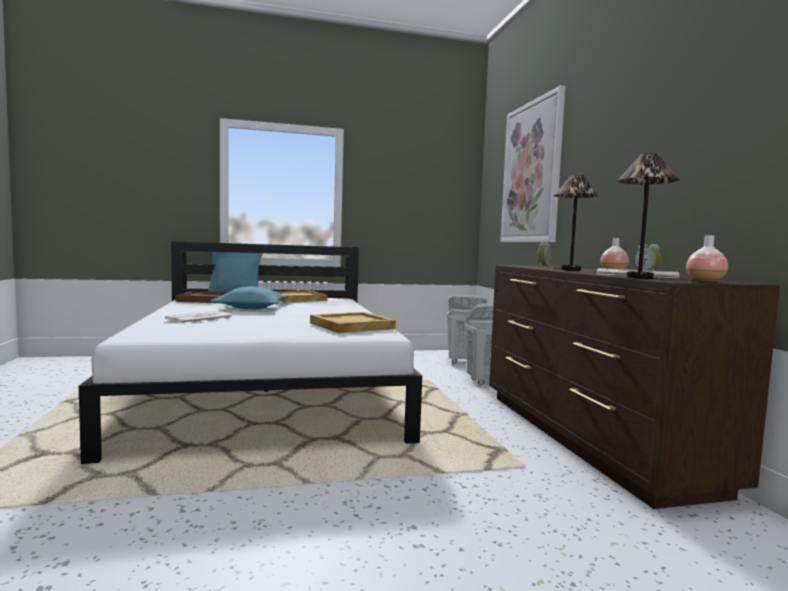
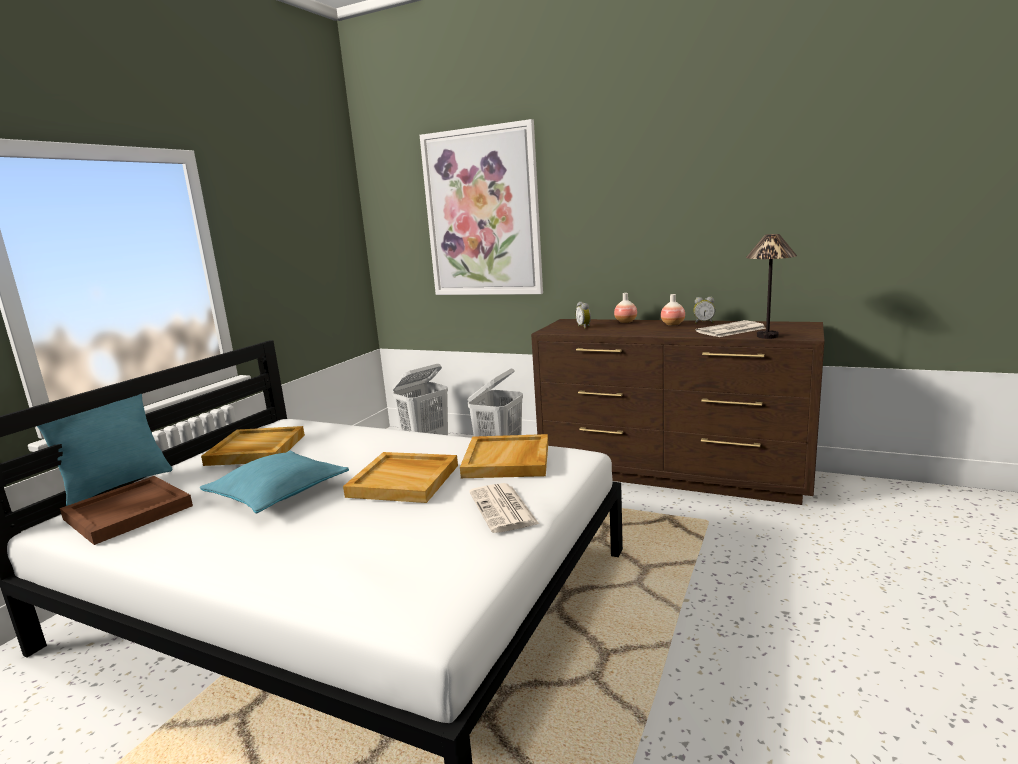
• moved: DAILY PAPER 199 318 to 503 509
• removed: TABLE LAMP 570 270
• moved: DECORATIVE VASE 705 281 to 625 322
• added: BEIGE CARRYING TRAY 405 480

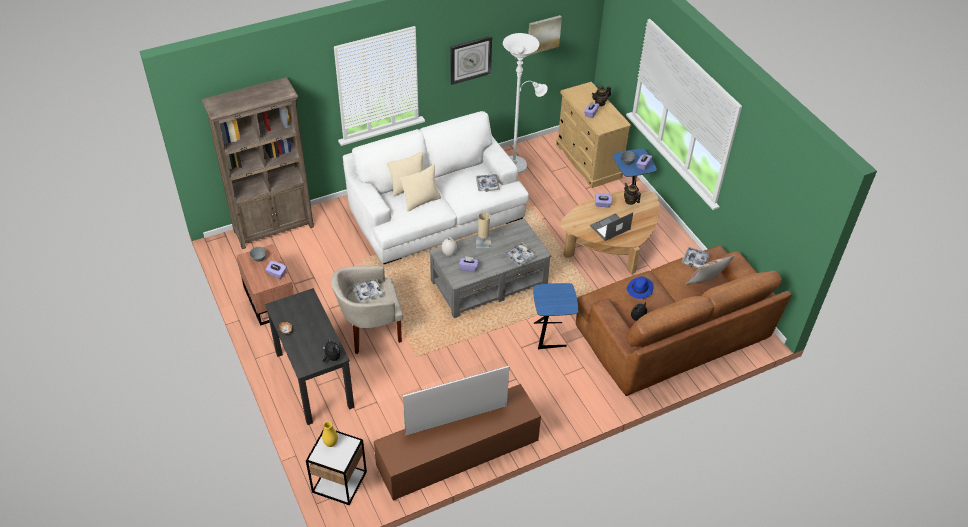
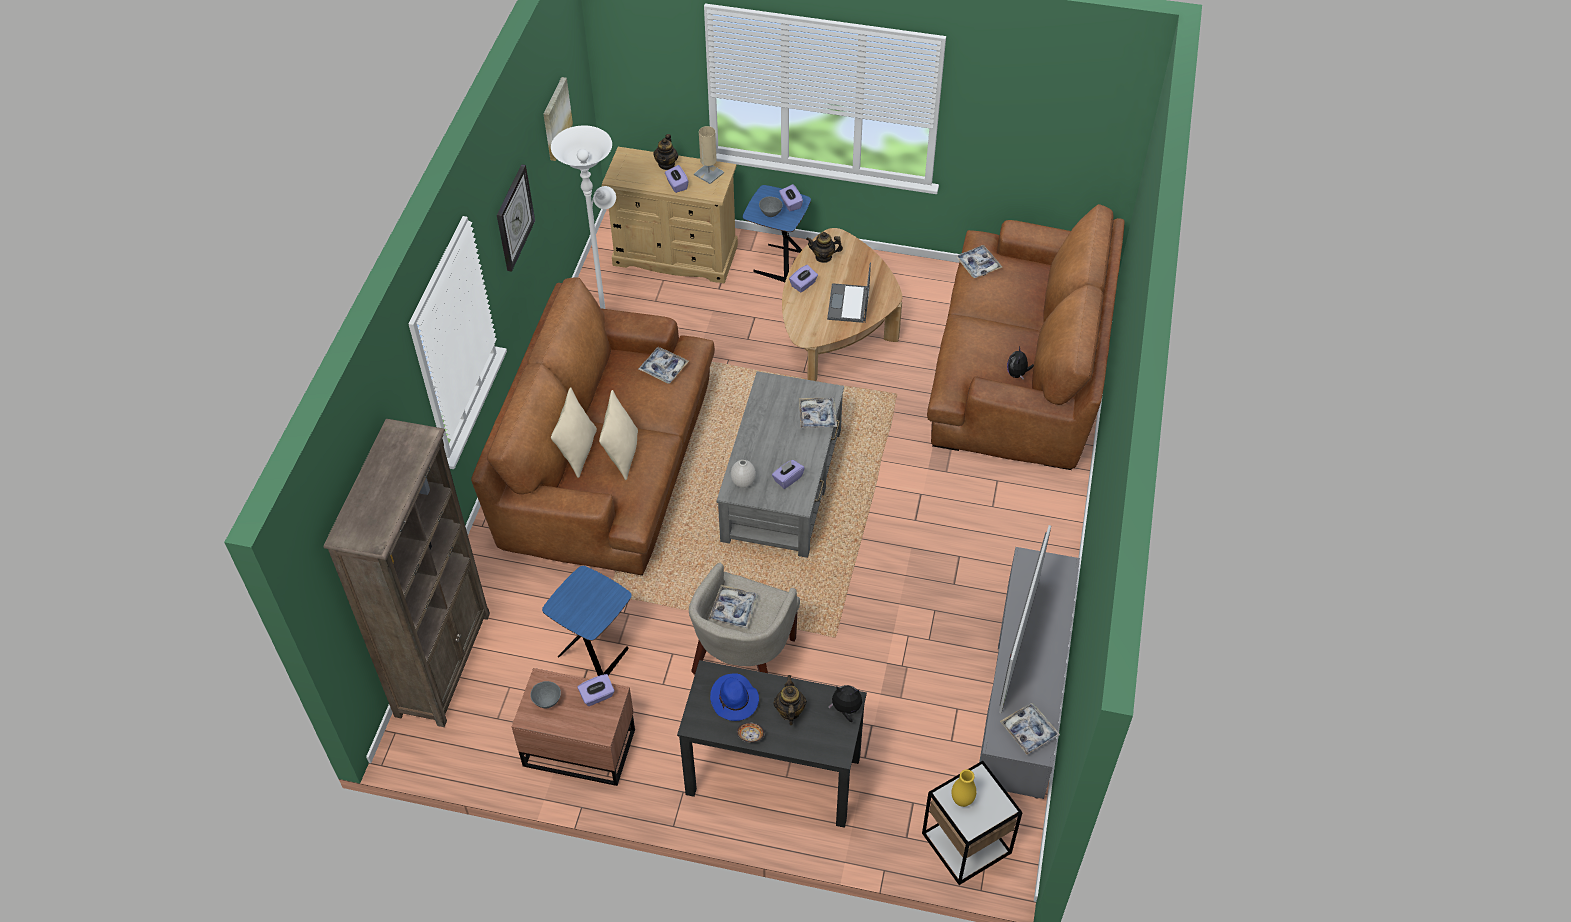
• recoloured: WHITISH COUCH 436 213 to BROWNISH COUCH 606 461
• recoloured: BROWNISH TV UNIT 457 455 to GREYISH TV UNIT 1025 689
• moved: BEIGE TABLE LAMP 483 243 to 709 173
• moved: BLUISH ACCENT TABLE 551 335 to 595 651
• moved: BLUISH HAT 640 289 to 734 700
• removed: THROW PILLOW 706 282
• added: TEAPOT 789 711
• added: CARRYING TRAY 1029 731

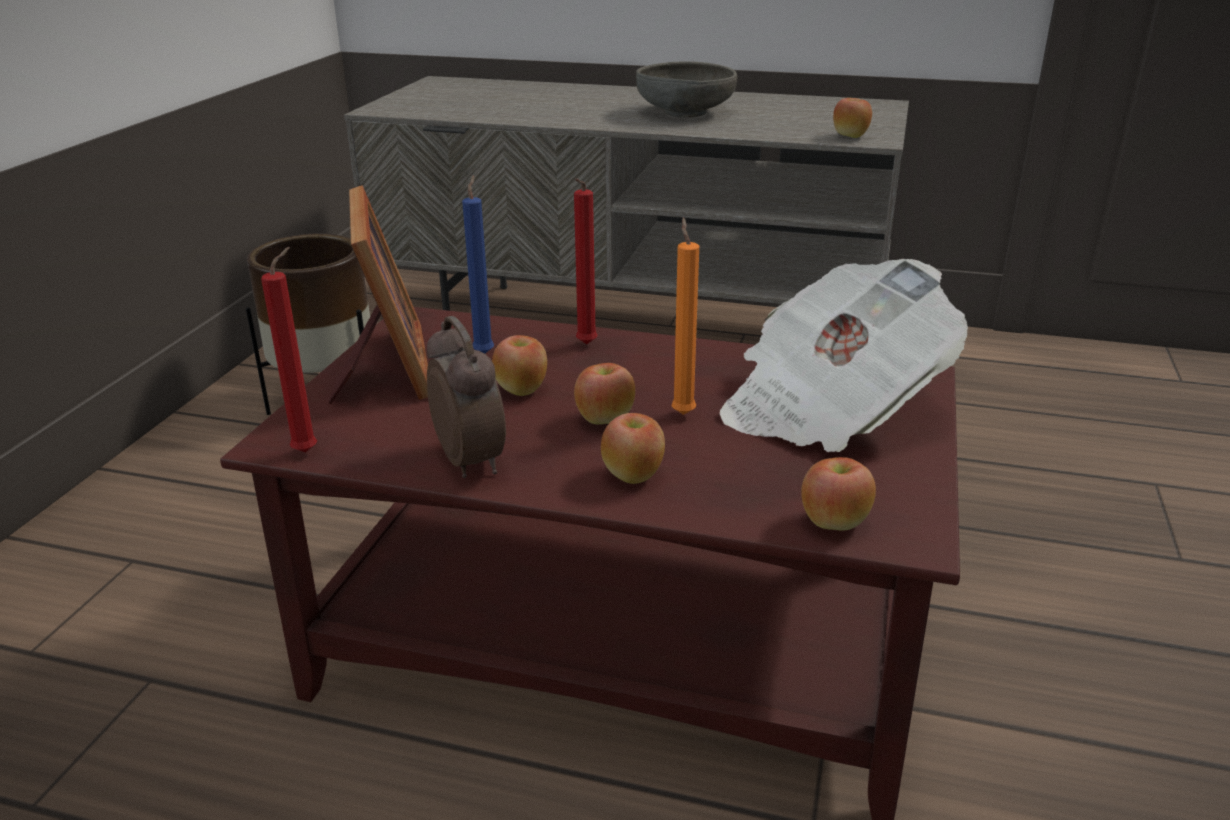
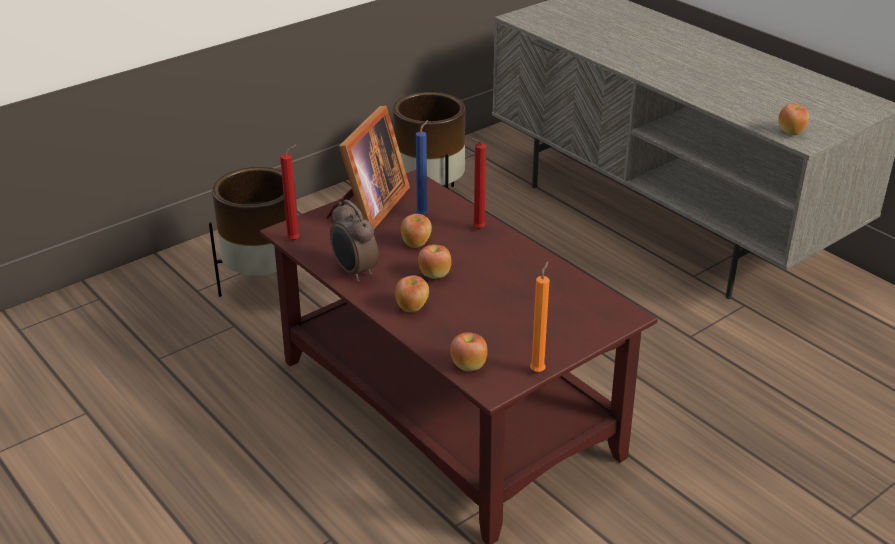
• turned: ALARM CLOCK 471 461 = 354 272 135 degrees clockwise
• removed: GREYISH BOWL 684 113
• moved: ORANGE CANDLE 682 412 to 538 370
• removed: DAILY PAPER 829 407
• added: BROWNISH FLOWER POT 264 289

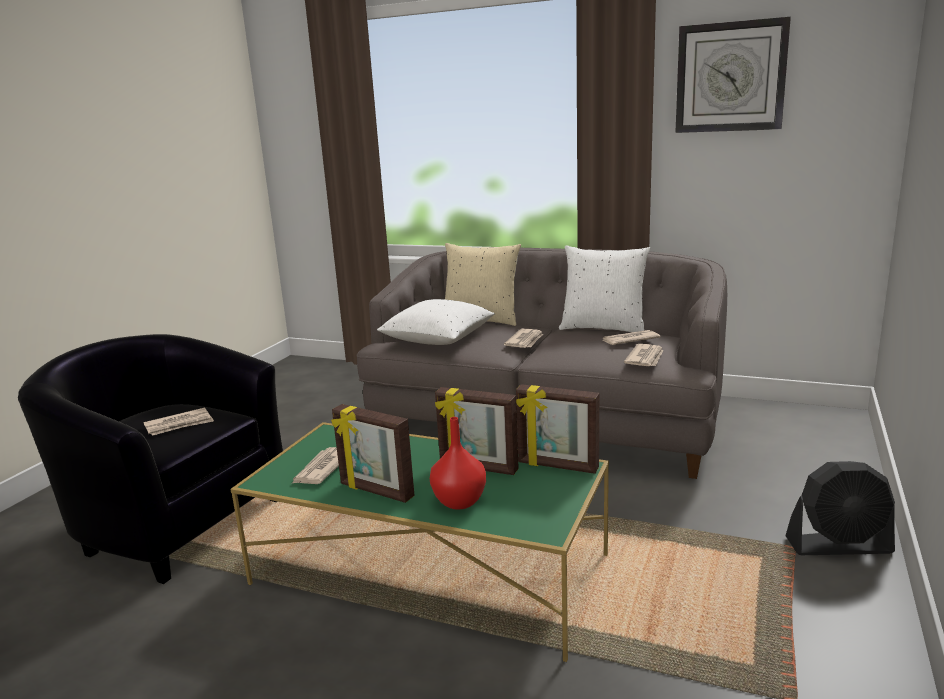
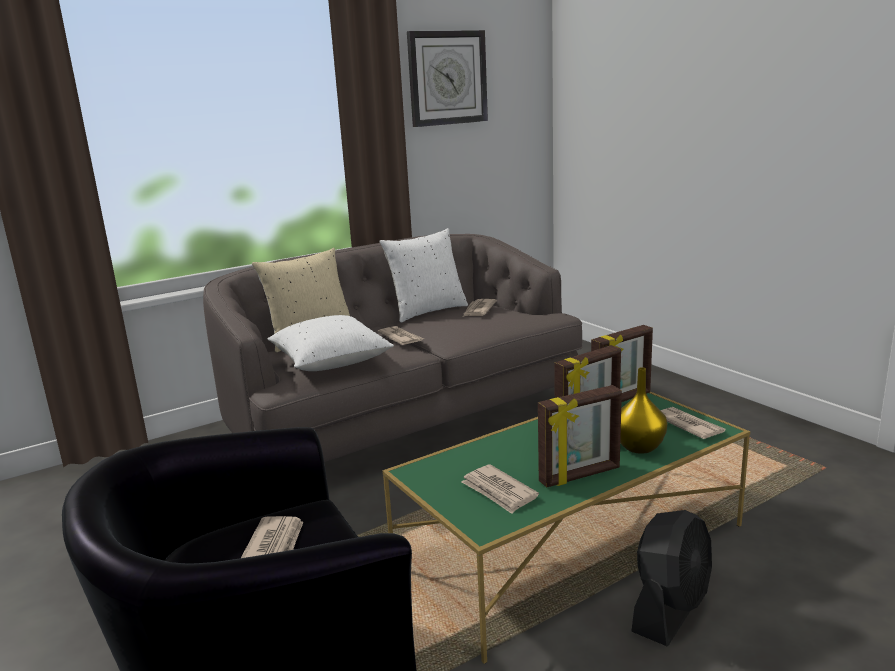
• recoloured: REDDISH DECORATIVE VASE 460 501 to YELLOW DECORATIVE VASE 638 446
• moved: DAILY PAPER 645 358 to 688 425
• moved: BLACKISH ELECTRIC FAN 839 545 to 670 609

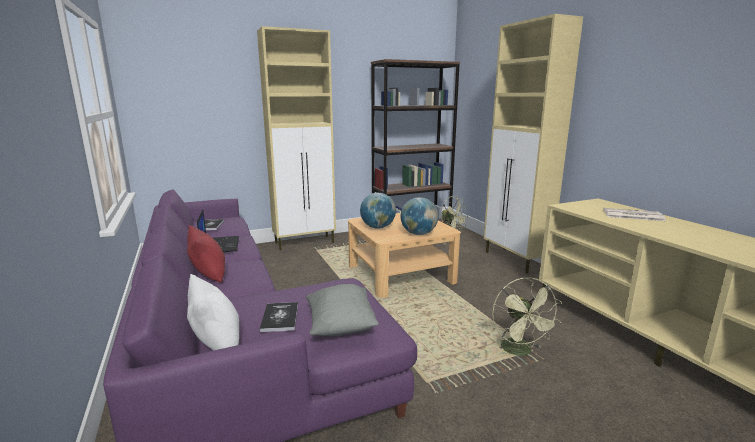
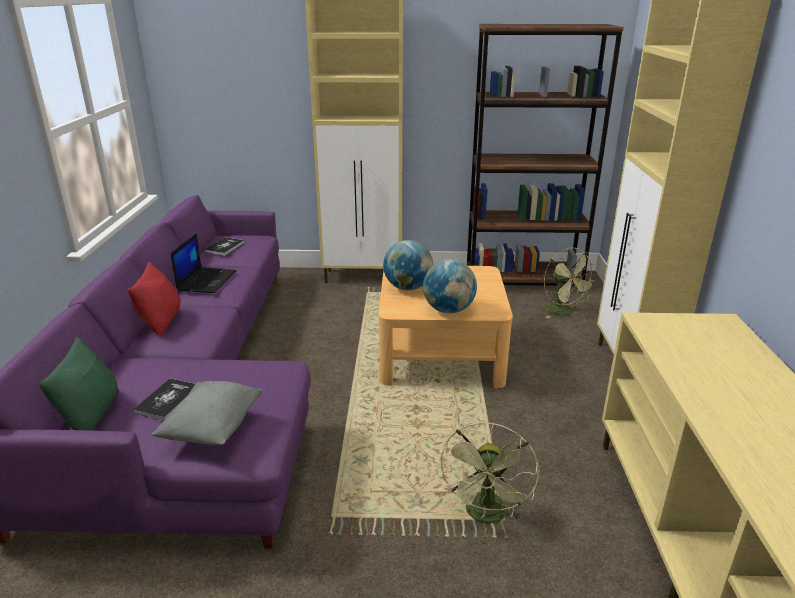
• recoloured: WHITISH THROW PILLOW 217 343 to GREEN-COLOURED THROW PILLOW 91 414
• removed: DAILY PAPER 632 215

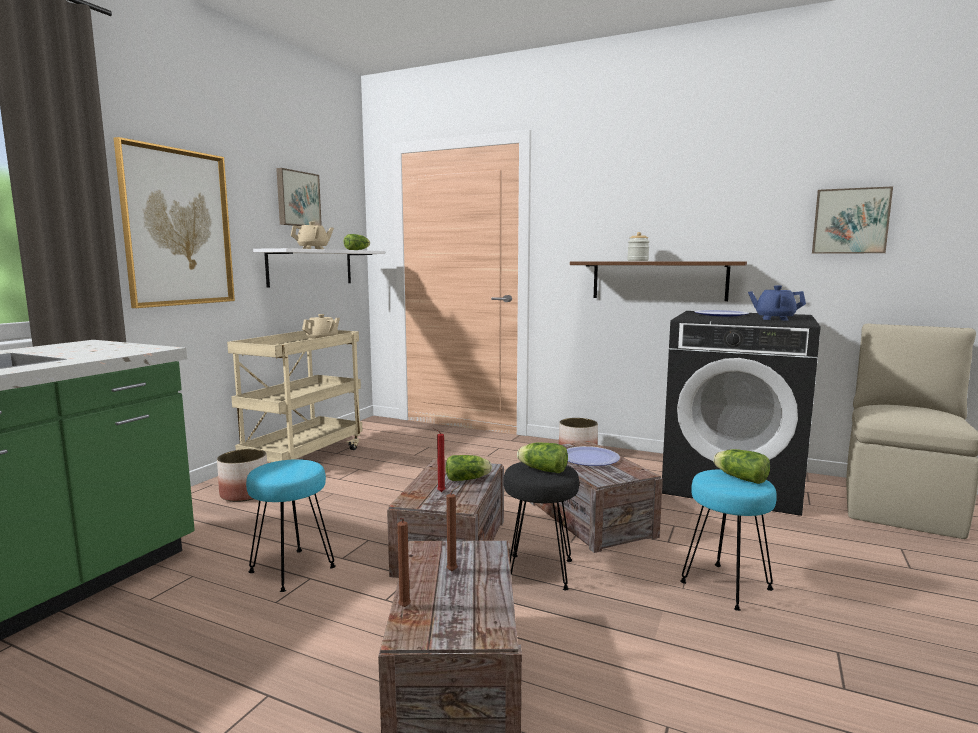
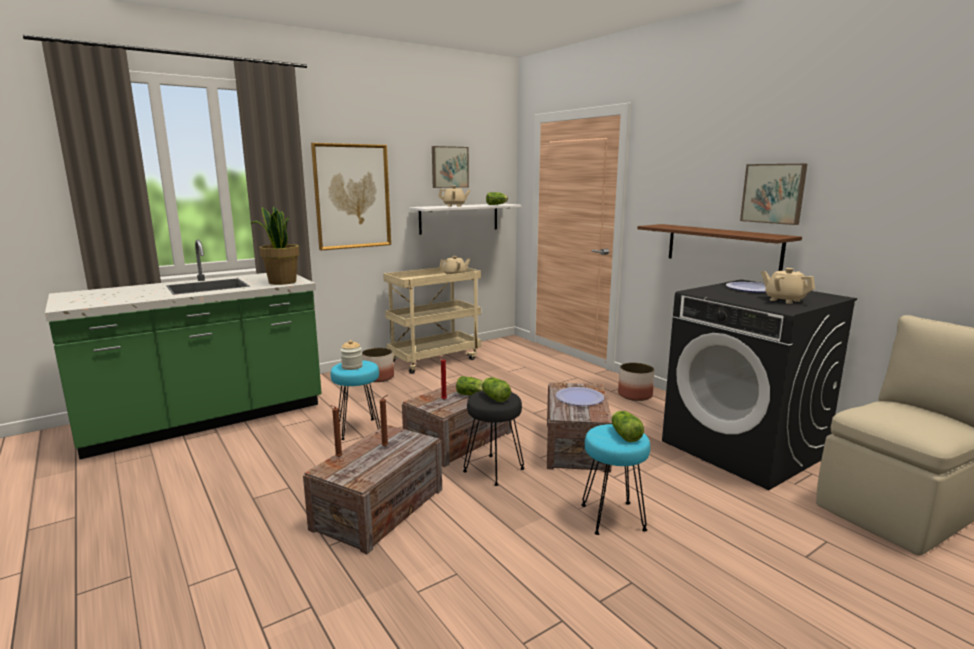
• moved: JAR 637 261 to 352 367
• recoloured: BLUISH TEAPOT 774 319 to BEIGE TEAPOT 784 300
• moved: WALL PICTURE 850 221 to 774 193
• added: PLANT IN A POT 281 282

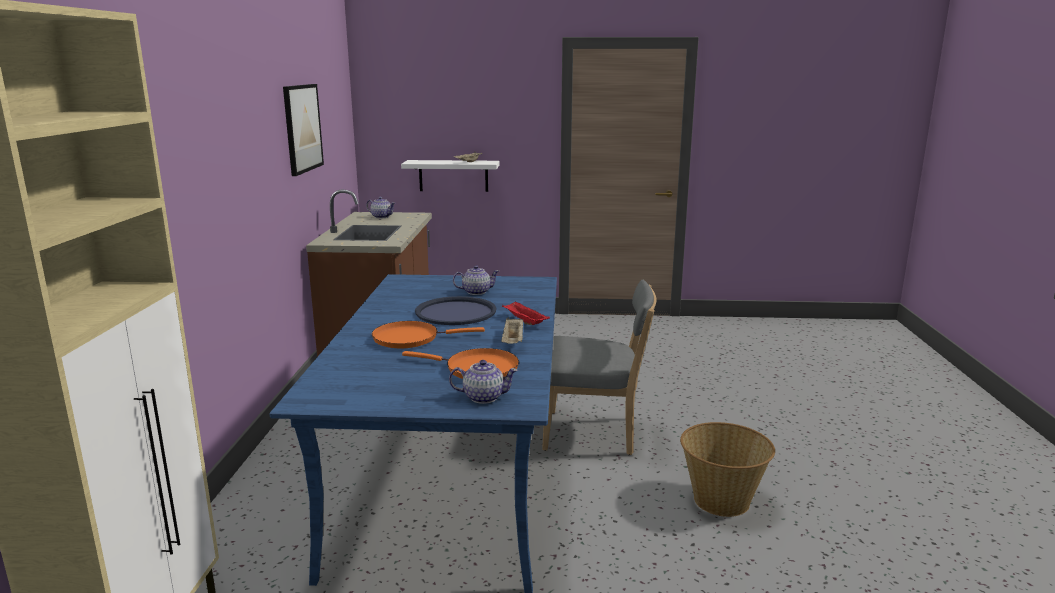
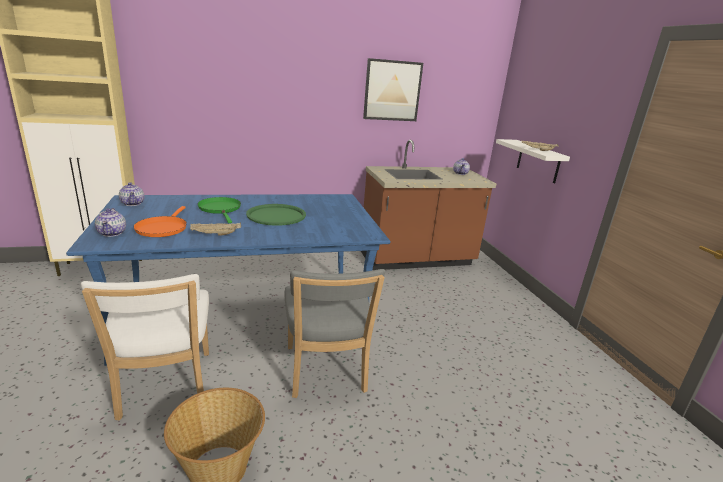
• recoloured: ORANGE FRYING PAN 410 338 to GREEN-COLOURED FRYING PAN 220 209
• recoloured: BLUISH CARRYING TRAY 456 312 to GREEN-COLOURED CARRYING TRAY 276 215
• moved: TEAPOT 476 292 to 133 203
• removed: REDDISH CARRYING TRAY 524 321
• added: WHITISH CHAIR 165 388

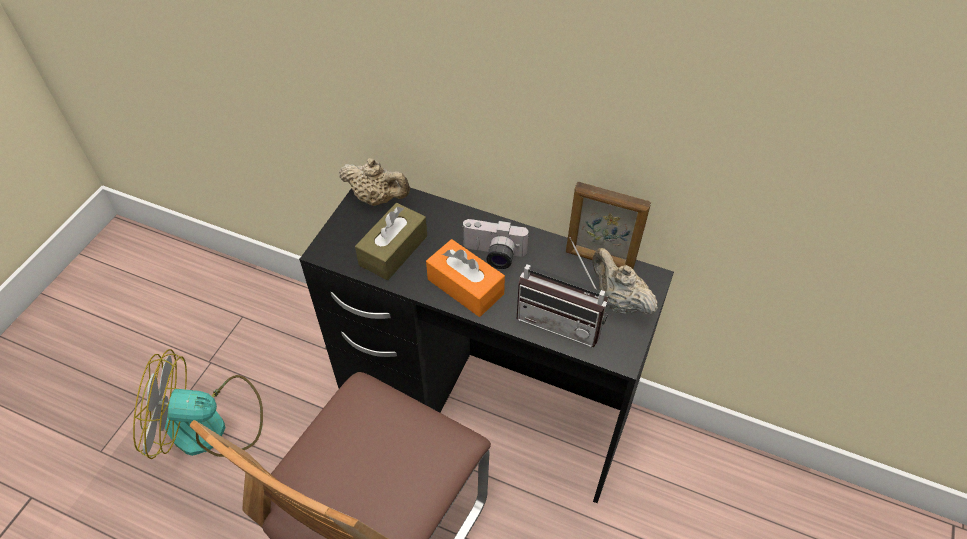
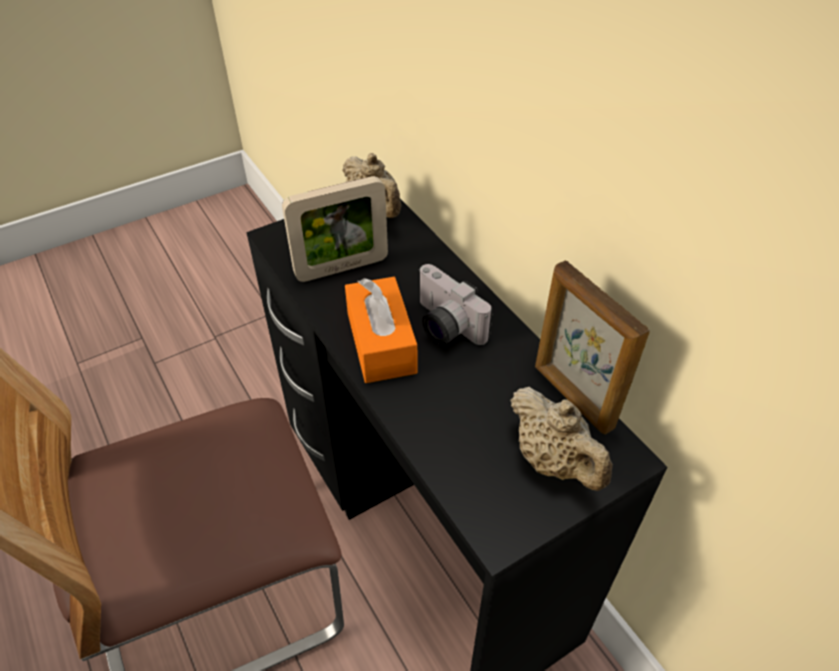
• removed: ELECTRIC FAN 210 426
• replaced: BROWNISH TISSUE HOLDER 393 250 to STANDING FRAME 341 268
• removed: RADIO SET 562 319
• turned: BEIGE TEAPOT 618 301 = 554 461 150 degrees clockwise

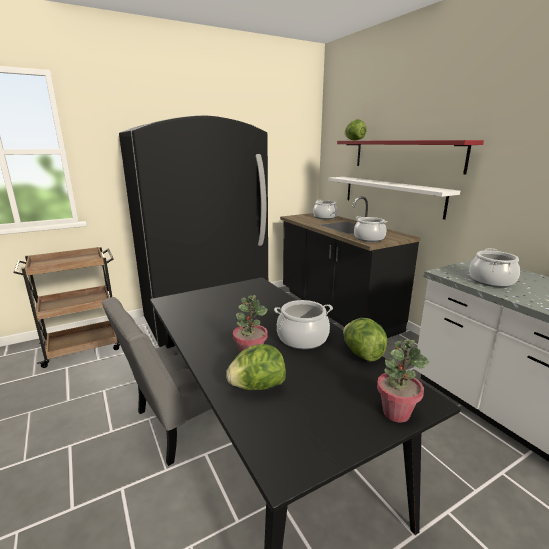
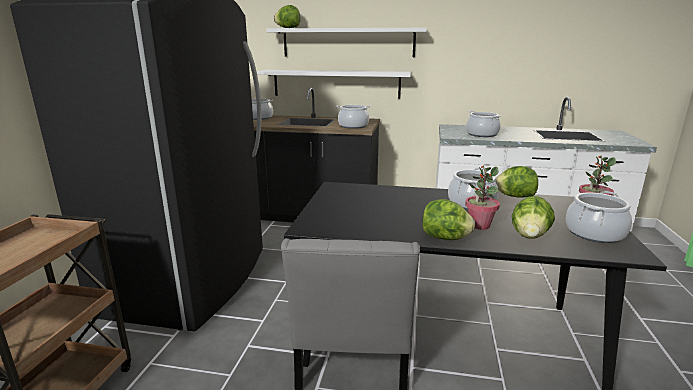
• recoloured: REDDISH SHELF 405 155 to WHITISH SHELF 348 42
• added: HEAD OF LETTUCE 445 238
• added: SAUCEPOT 595 233

